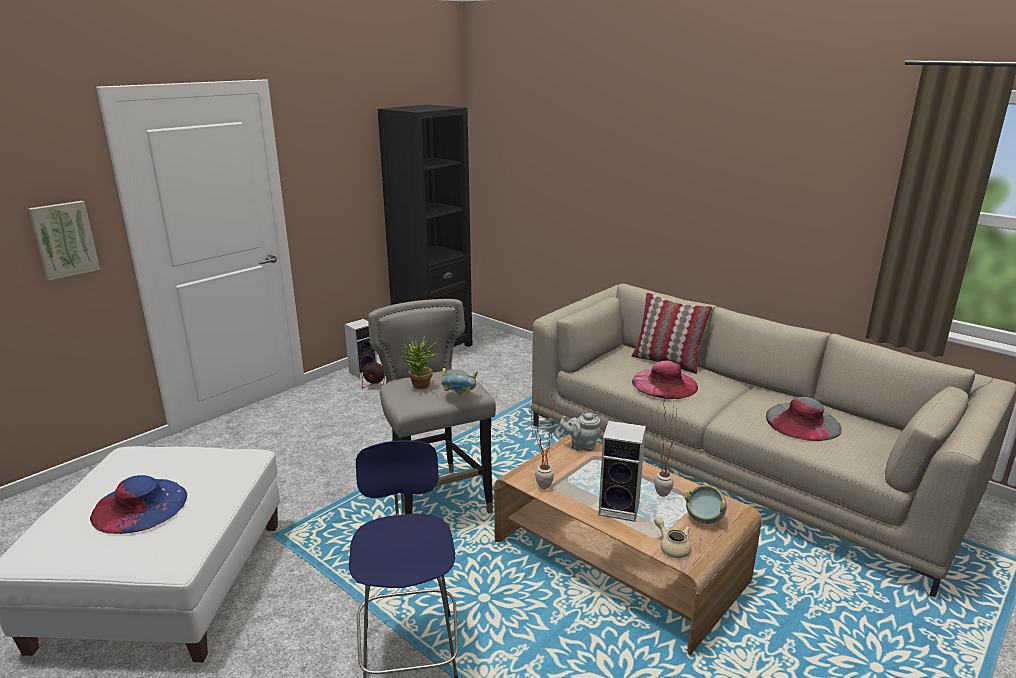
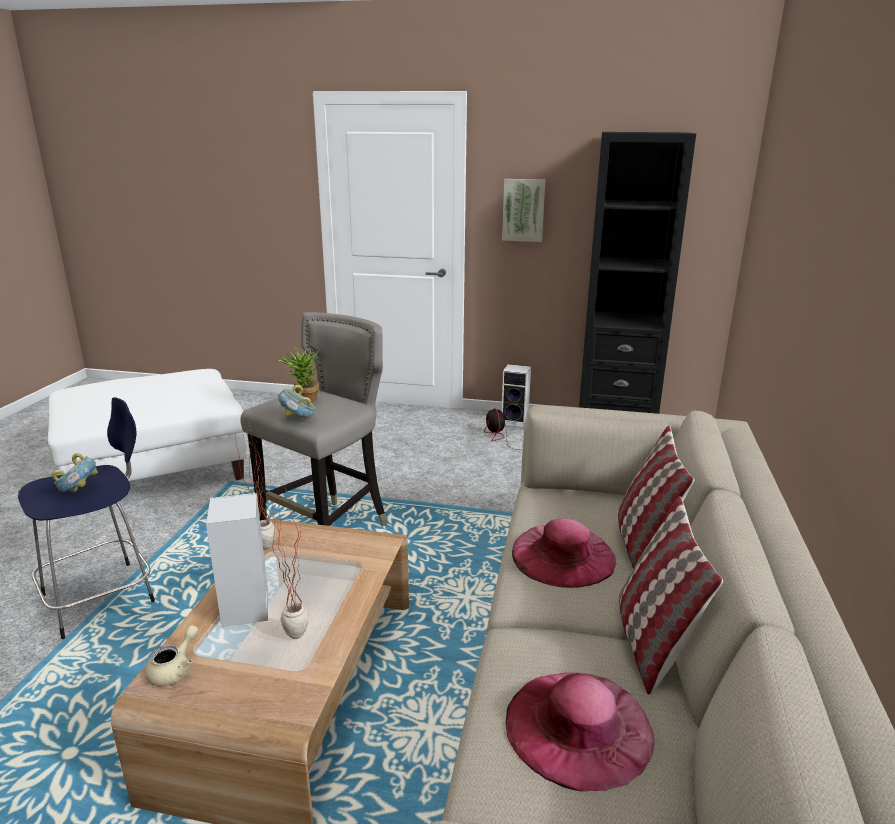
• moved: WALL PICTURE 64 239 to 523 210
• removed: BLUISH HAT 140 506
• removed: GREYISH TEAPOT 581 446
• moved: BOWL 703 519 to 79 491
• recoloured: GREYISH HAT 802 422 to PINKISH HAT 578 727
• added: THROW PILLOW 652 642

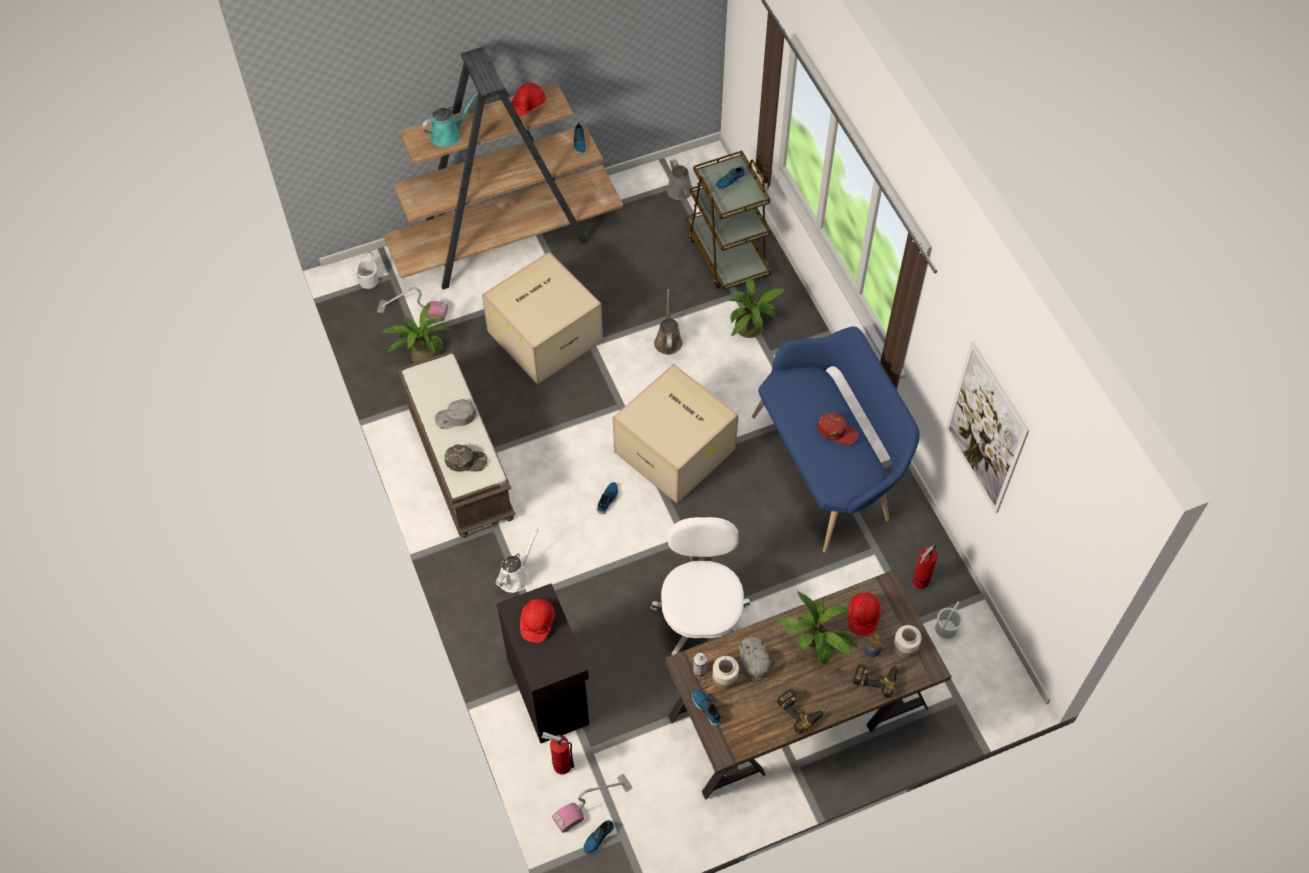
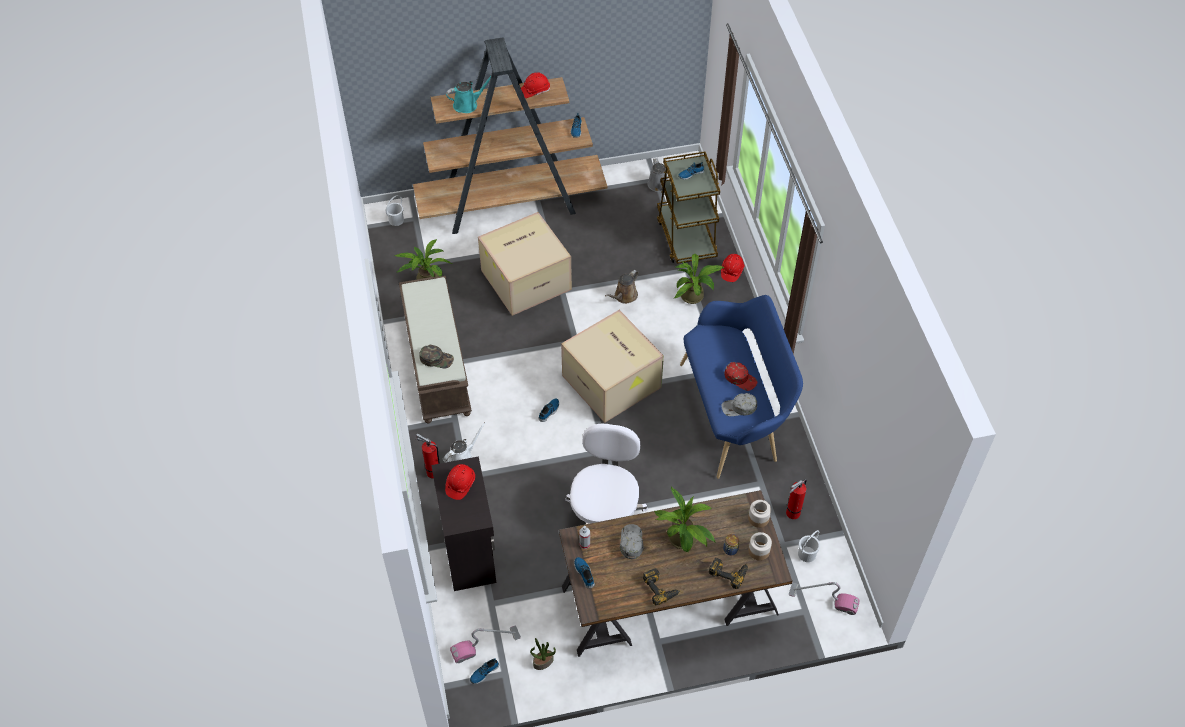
• moved: HOOVER 413 311 to 823 599
• moved: GREYISH PEAKED CAP 455 417 to 739 407
• moved: EXTINGUISHER 560 765 to 431 471
• turned: BROWNISH WATERING POT 668 340 = 624 296 150 degrees counterclockwise
• moved: JAR 725 677 to 758 518
• moved: REDDISH WORK HELMET 862 616 to 731 271
• removed: WALL PICTURE 985 429
• added: PLANT IN A POT 543 661

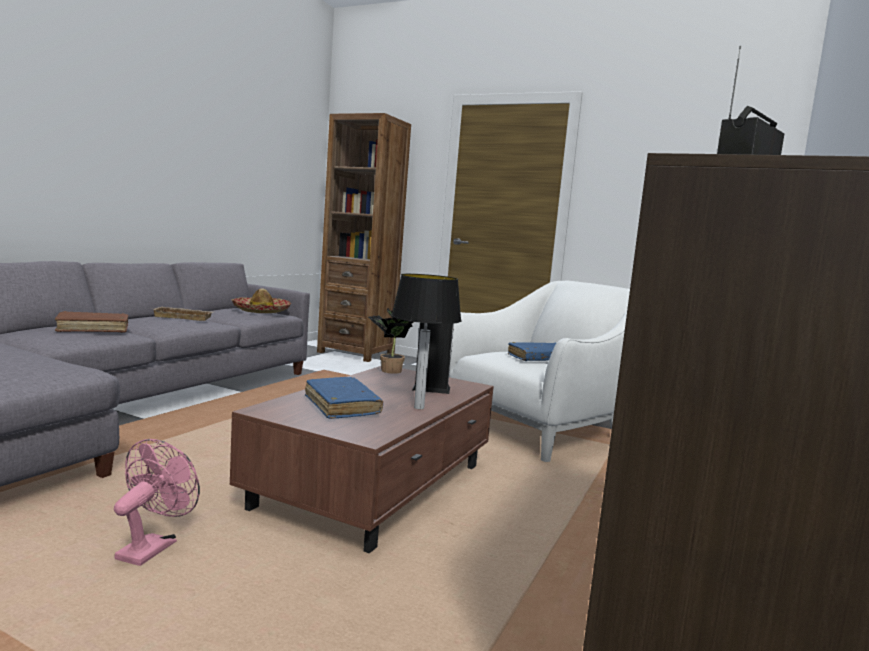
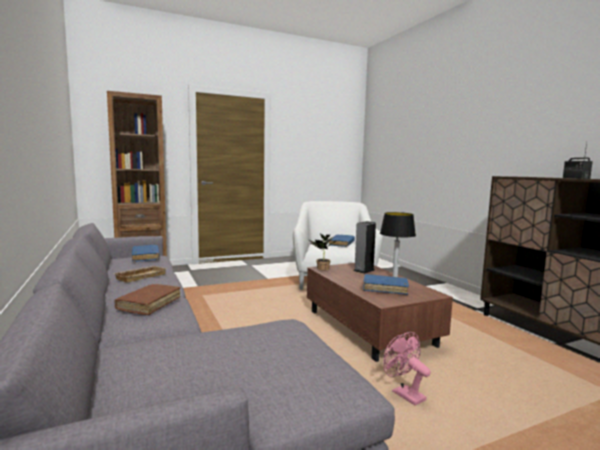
• replaced: HAT 261 311 to BLUISH VOLUME 145 257

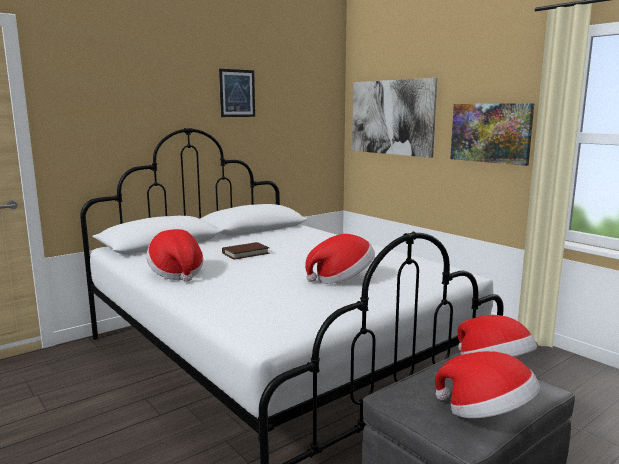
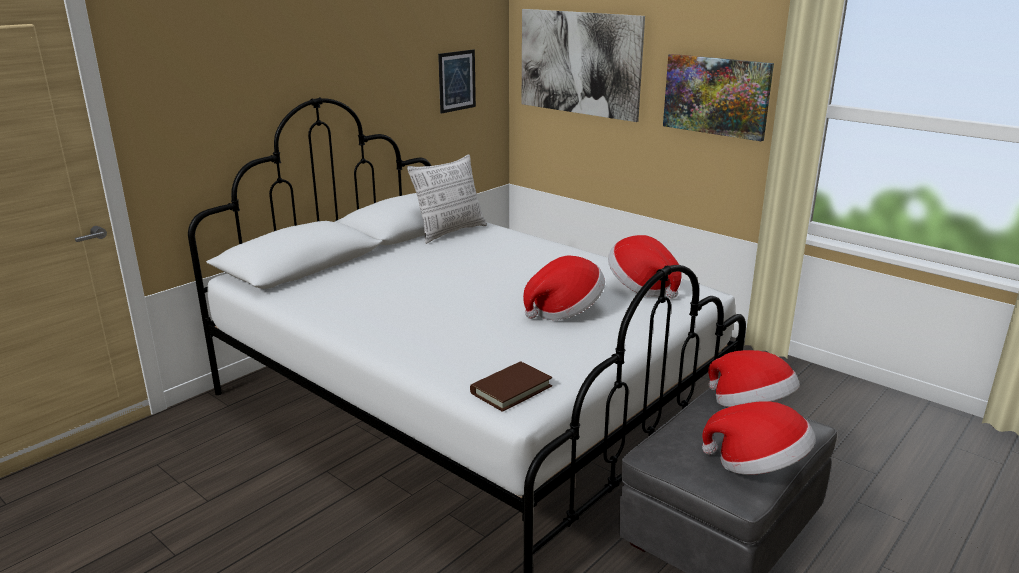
• moved: HAT 176 273 to 642 287
• moved: WALL PICTURE 237 93 to 457 81
• moved: BROWNISH VOLUME 245 253 to 511 389
• added: THROW PILLOW 450 232

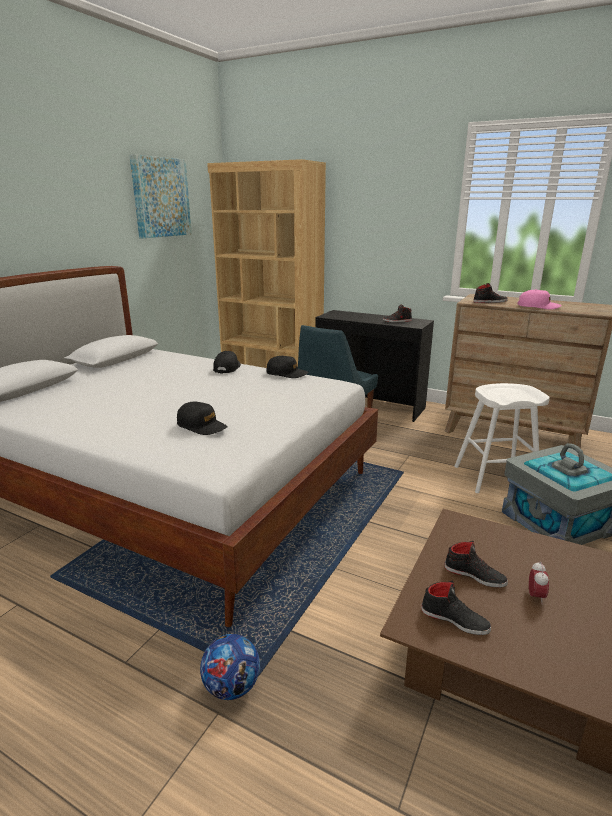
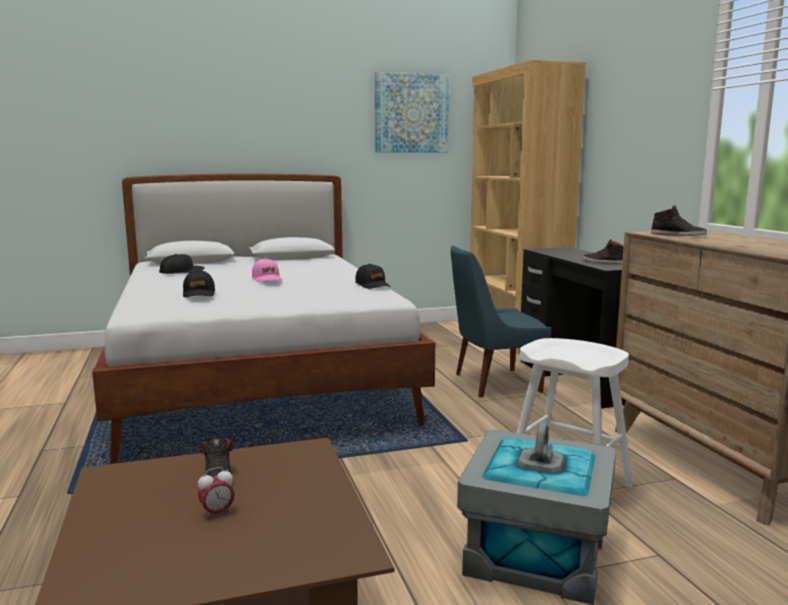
• removed: BALL FOR FOOTBALL 231 687
• moved: BLACKISH PEAKED CAP 227 368 to 182 272
• removed: BLACKISH SHOE 455 619
• moved: PINKISH PEAKED CAP 538 306 to 267 279

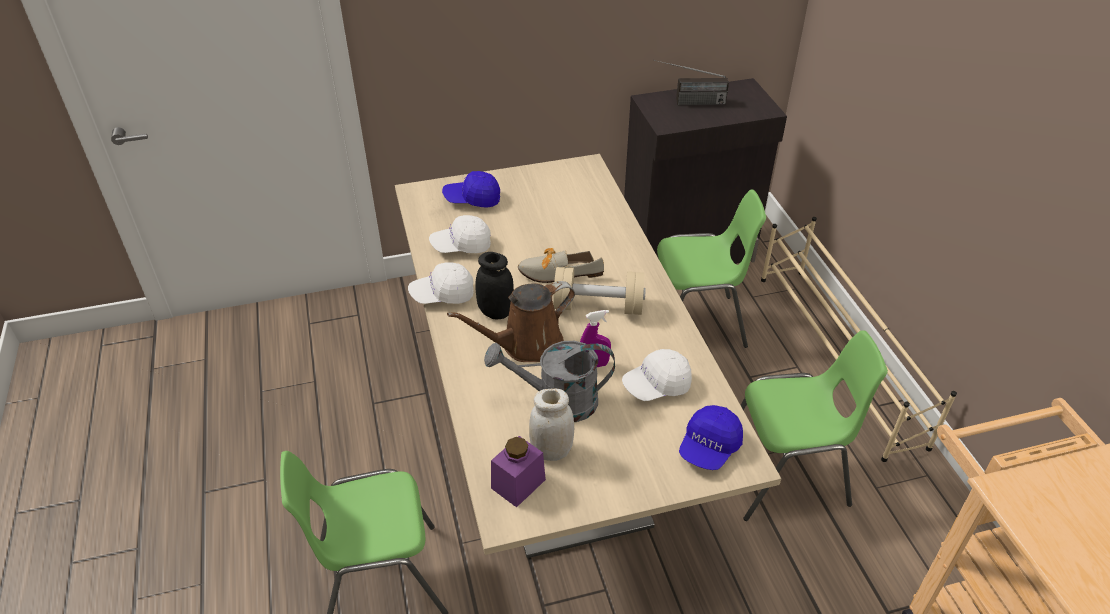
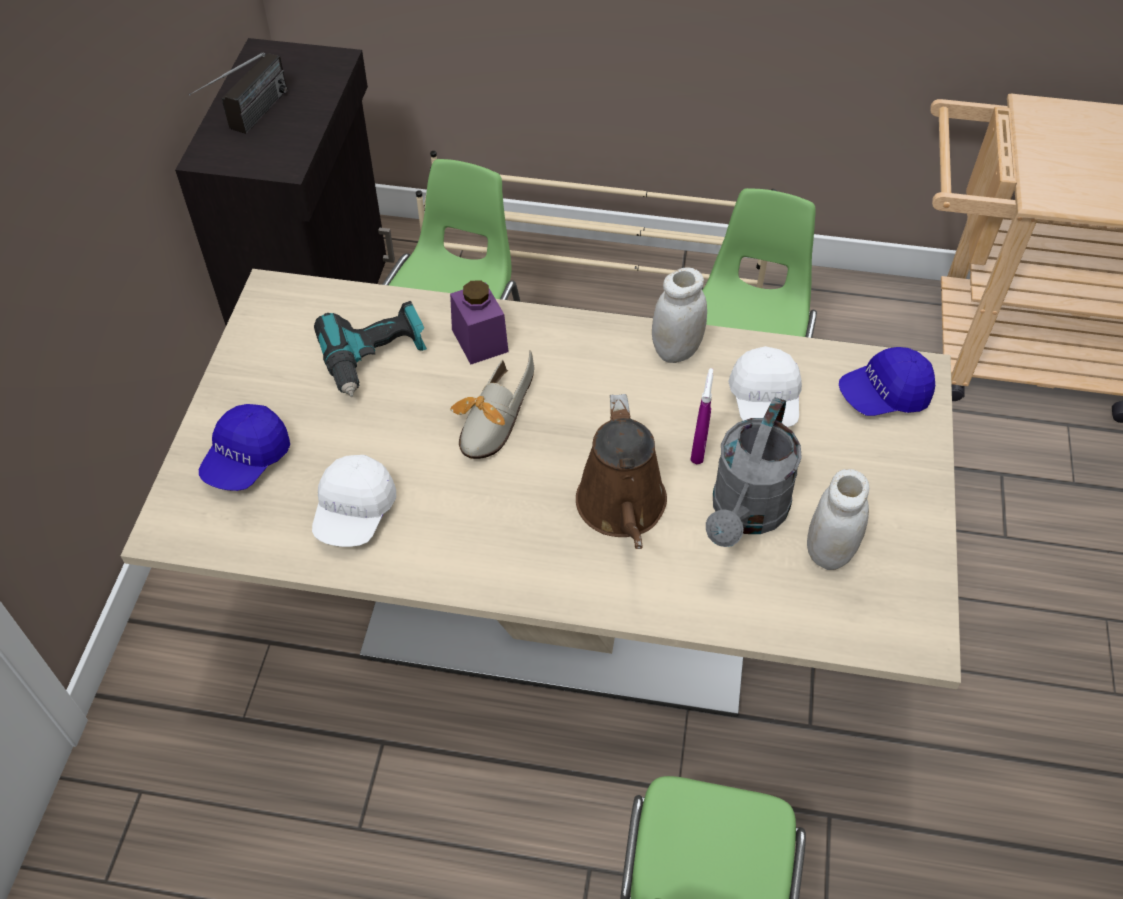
• removed: WHITISH PEAKED CAP 442 294
• removed: BLACKISH JAR 495 312
• moved: PURPLE-COLOURED JAR 518 484 to 480 340
• removed: BEIGE DUMBBELL 598 306
• turned: BLUISH PEAKED CAP 709 447 = 884 396 105 degrees clockwise
• added: DRILL 375 358
• added: WHITISH JAR 676 350

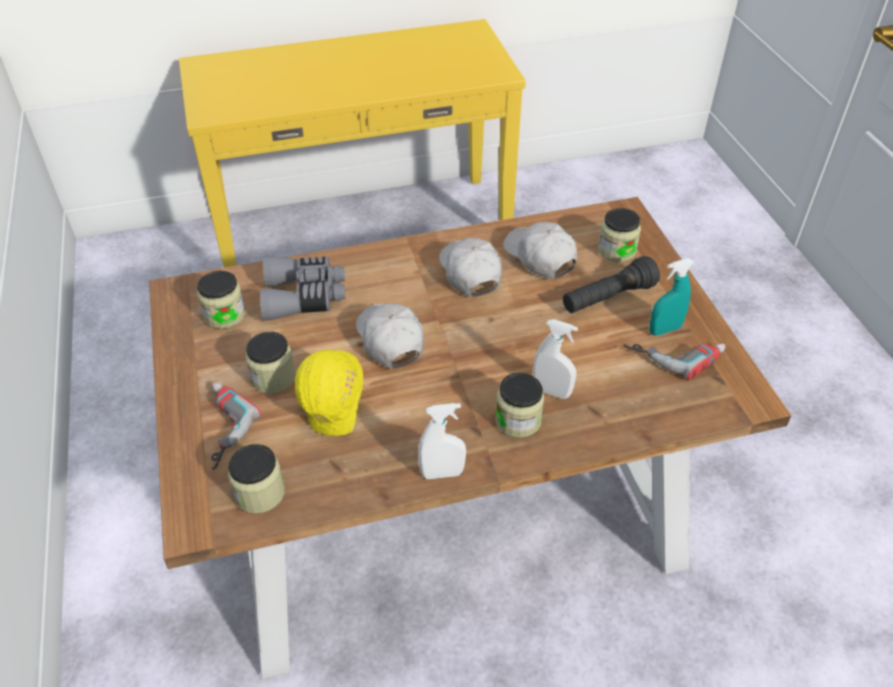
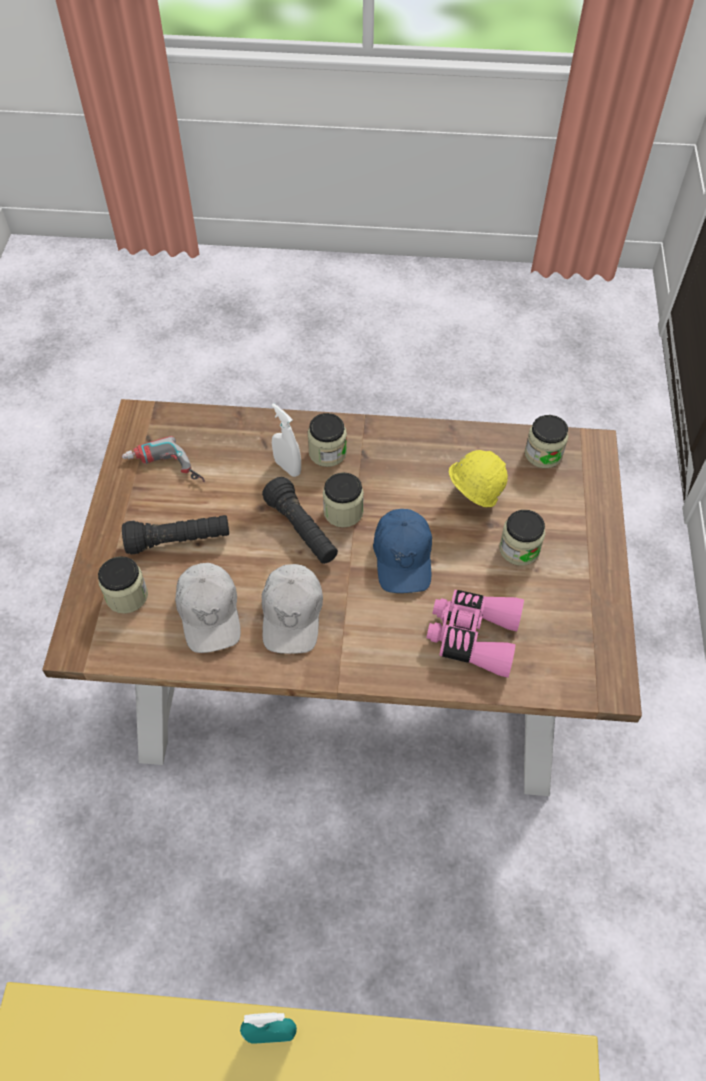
• moved: JAR 225 315 to 343 512
• removed: DRILL 217 428
• recoloured: GREYISH FIELD GLASSES 304 296 to PINKISH FIELD GLASSES 473 636
• recoloured: WHITISH PEAKED CAP 390 340 to BLUISH PEAKED CAP 403 557
• removed: WHITISH HAND SPRAYER 442 473
• moved: TURQUOISE HAND SPRAYER 664 330 to 271 1034
• added: BLACKISH FLASHLIGHT 302 530

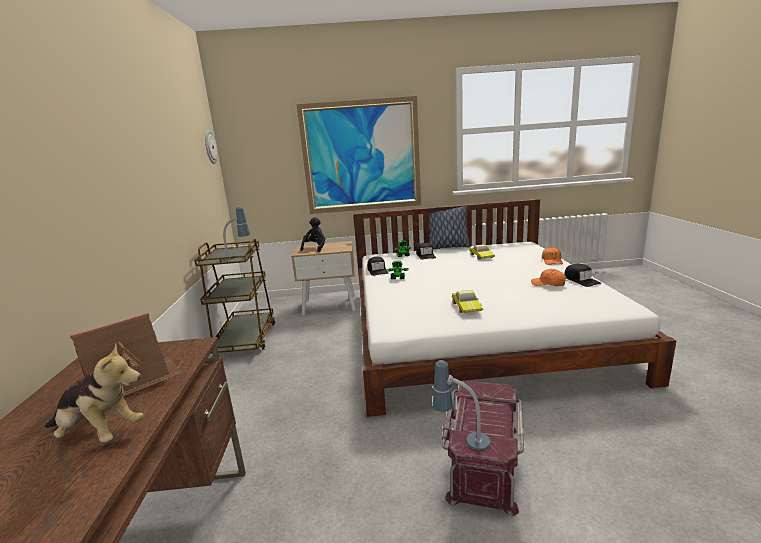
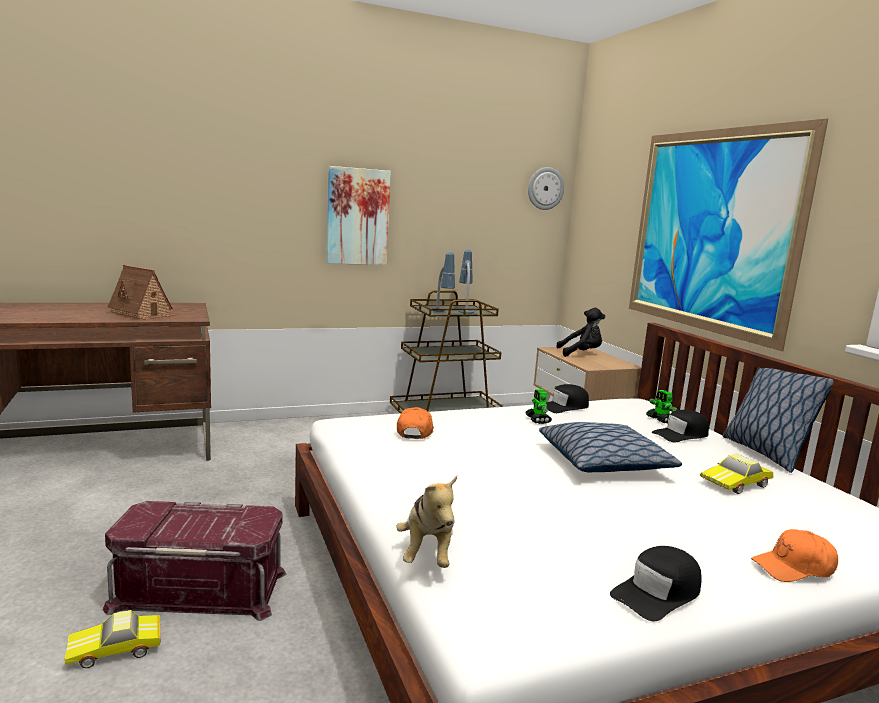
• moved: CUDDLY TOY 99 433 to 428 553
• moved: TABLE LAMP 461 440 to 465 310
• moved: MODEL CAR 467 306 to 116 649
• moved: ORANGE PEAKED CAP 548 283 to 415 432
• added: WALL PICTURE 357 216
• added: THROW PILLOW 603 462

